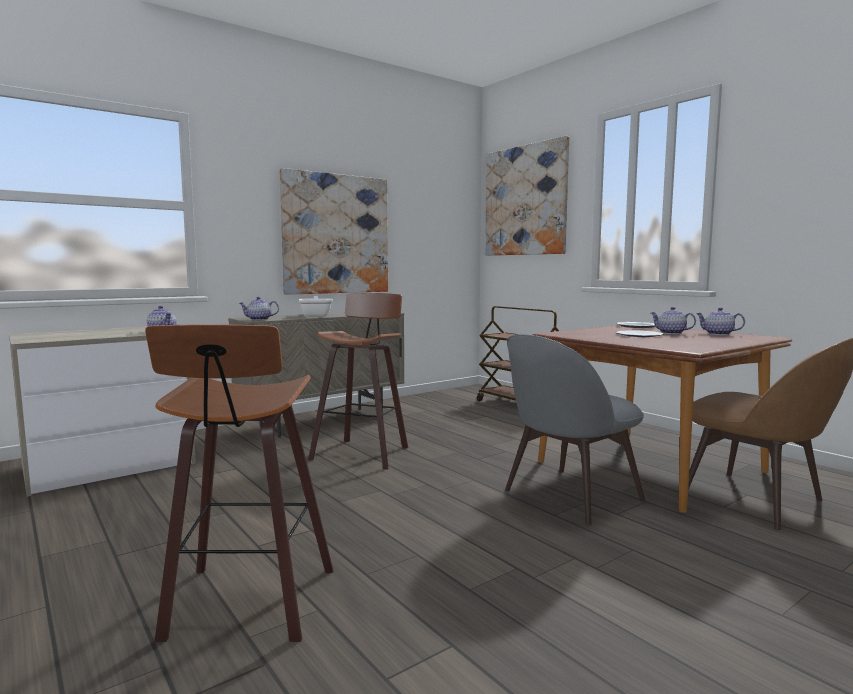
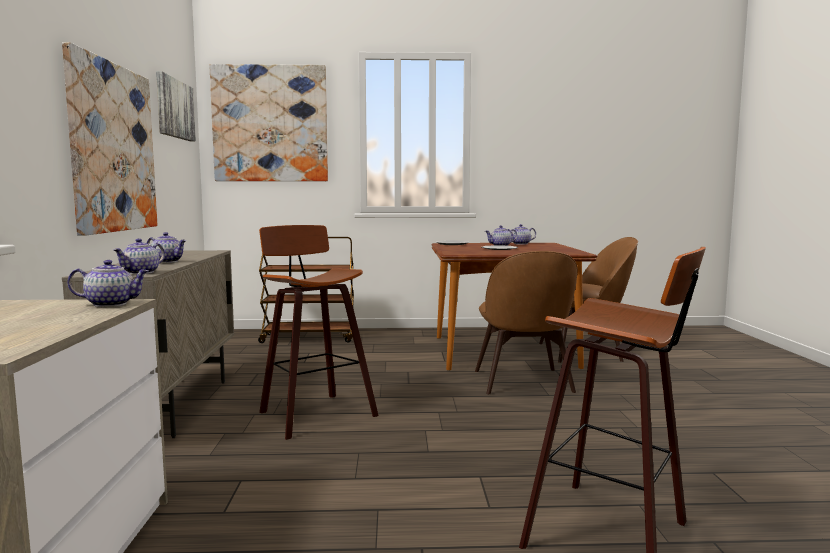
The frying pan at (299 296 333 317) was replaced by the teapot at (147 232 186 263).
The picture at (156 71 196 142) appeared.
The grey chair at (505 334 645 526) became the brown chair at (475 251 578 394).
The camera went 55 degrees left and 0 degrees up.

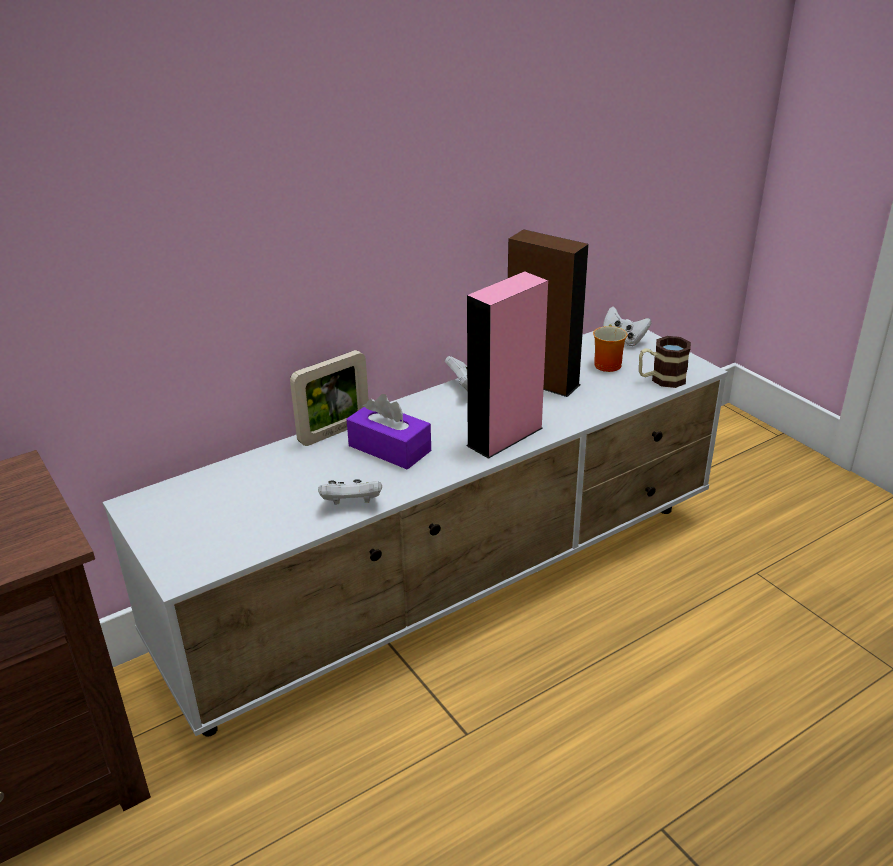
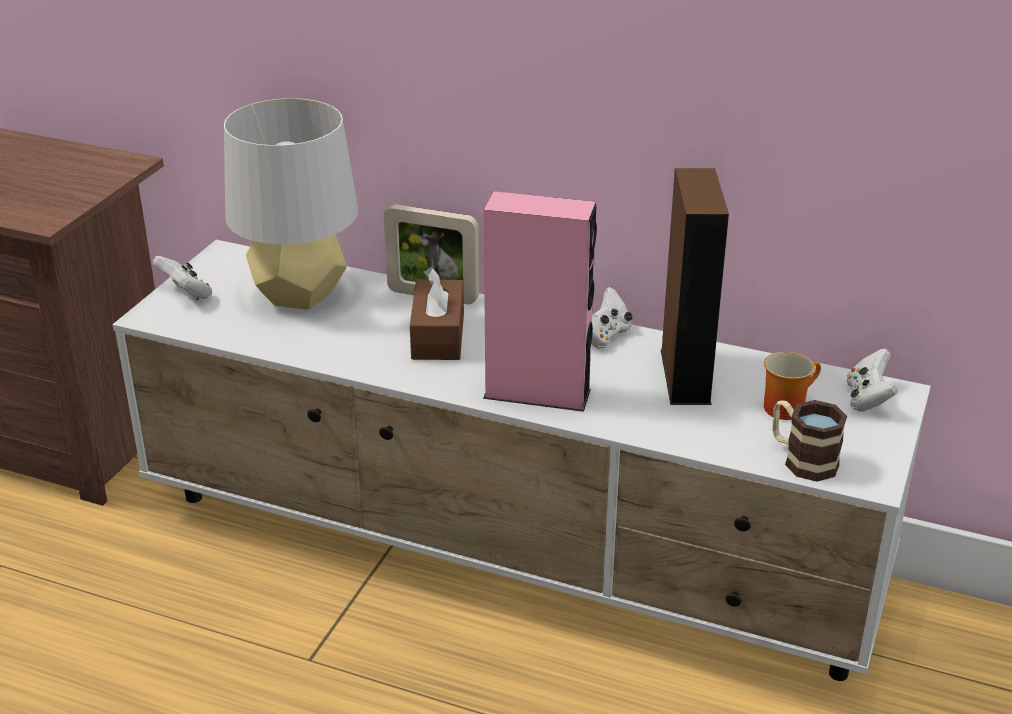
The white game controller moved from (318 479 382 505) to (153 256 212 300).
The grey table lamp at (224 98 358 310) appeared.
The purple tissue box at (346 394 431 470) became the brown tissue box at (410 267 464 360).
The camera went 55 degrees right and 0 degrees up.

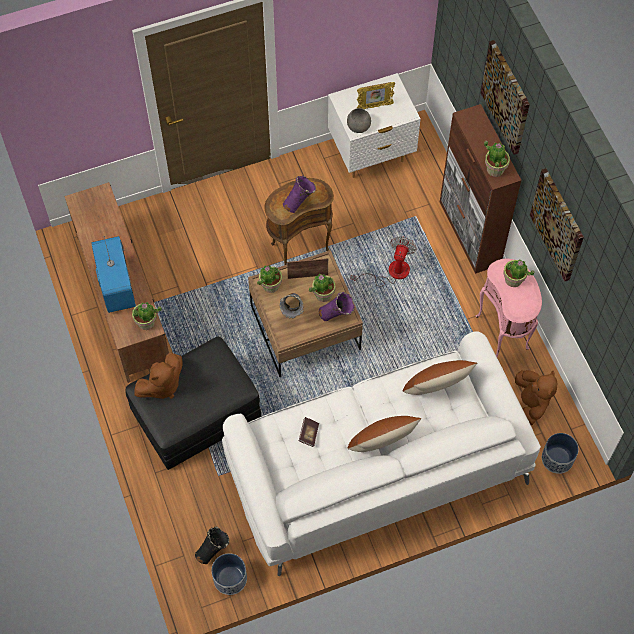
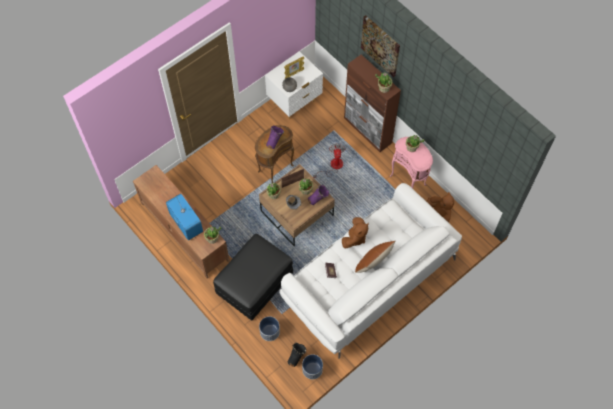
The planter moved from (542 433 579 474) to (259 316 280 341).
The brown plush toy moved from (134 353 183 399) to (342 217 369 248).
The brown pillow at (403 360 477 395) disappeared.
The picture at (530 169 584 281) disappeared.
The camera went 20 degrees left and 0 degrees up.

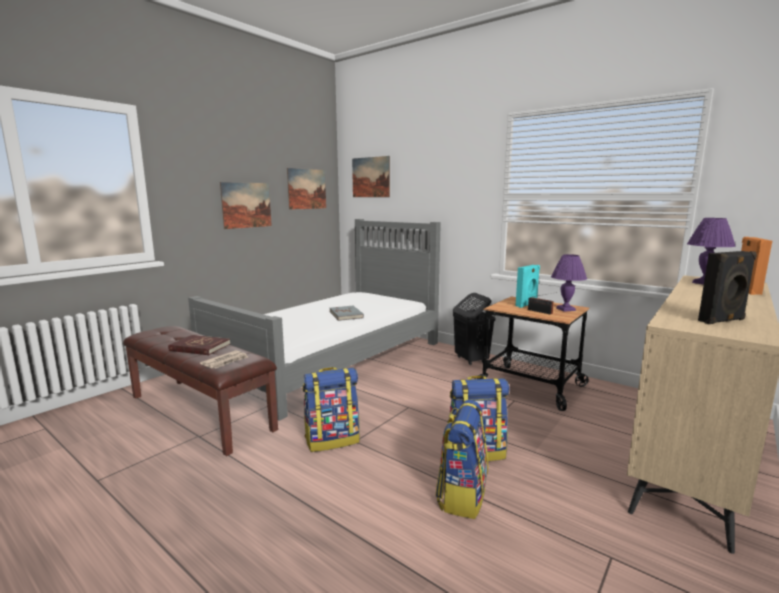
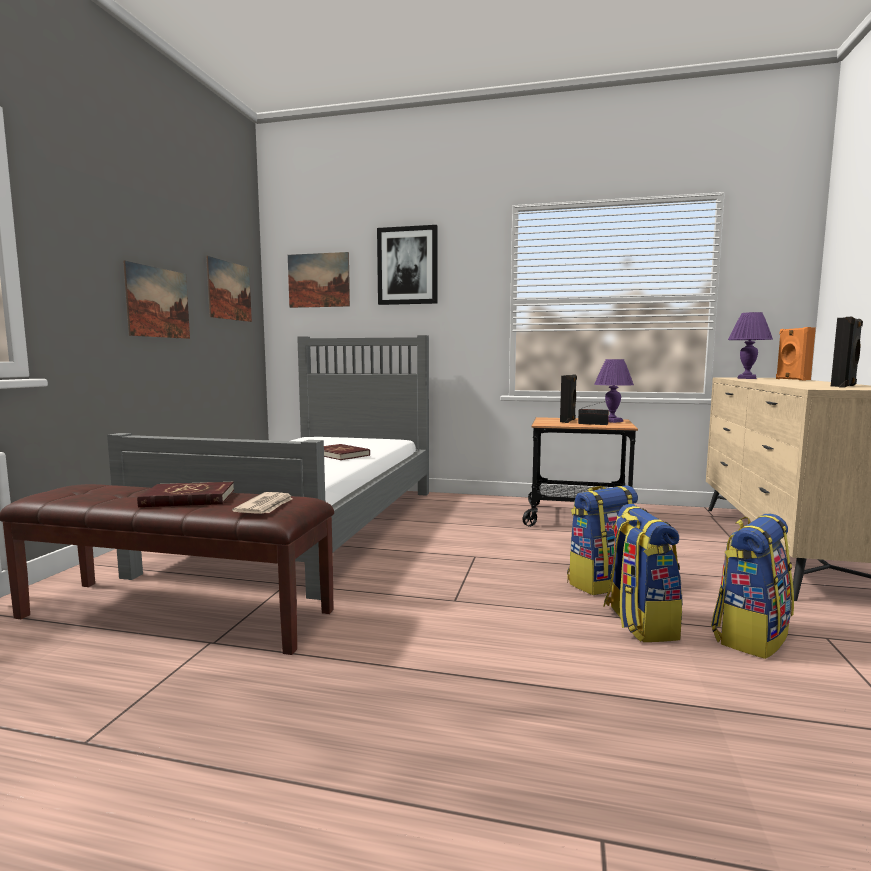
The grey book at (330 306 364 321) became the red book at (324 444 370 460).
The picture at (377 225 438 305) appeared.
The turquoise speaker at (515 265 540 308) became the black speaker at (560 375 577 423).
The backpack moved from (302 367 360 452) to (711 514 794 659).
The black laundry basket at (453 293 496 365) disappeared.
The camera went 25 degrees left and 5 degrees down.

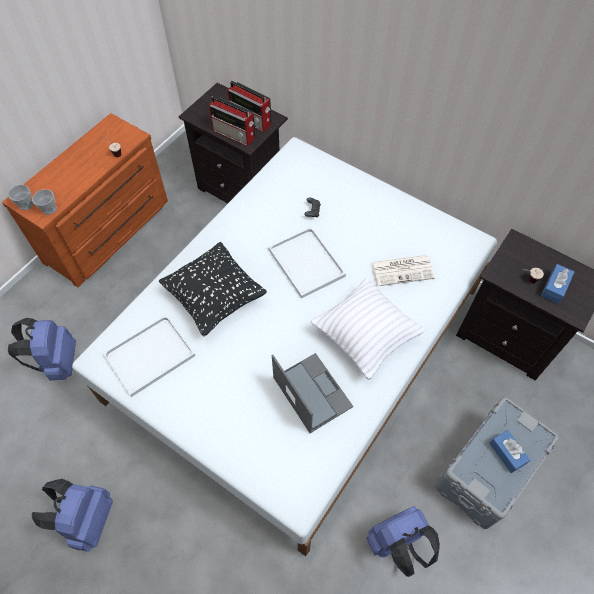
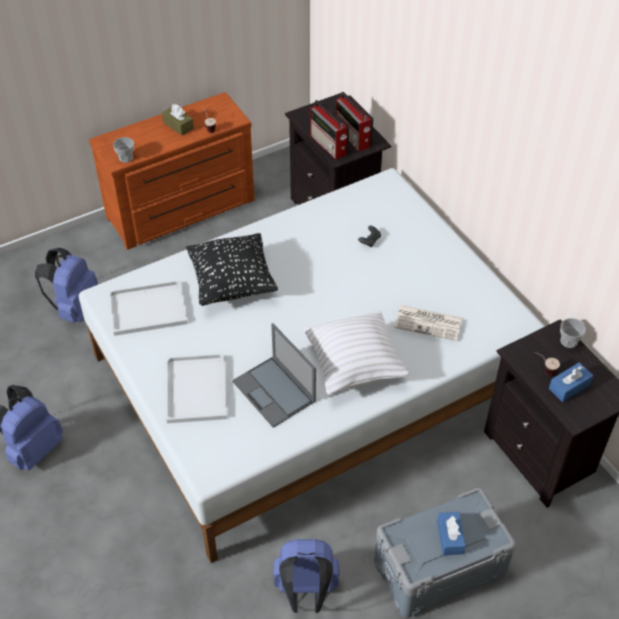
The brown tissue box at (162 104 194 135) appeared.
The white tray moved from (268 227 346 298) to (167 354 227 423).
The laptop at (272 353 353 433) turned 150 degrees clockwise.
The cup moved from (8 185 33 210) to (560 318 586 348).
The camera went 25 degrees right and 10 degrees down.

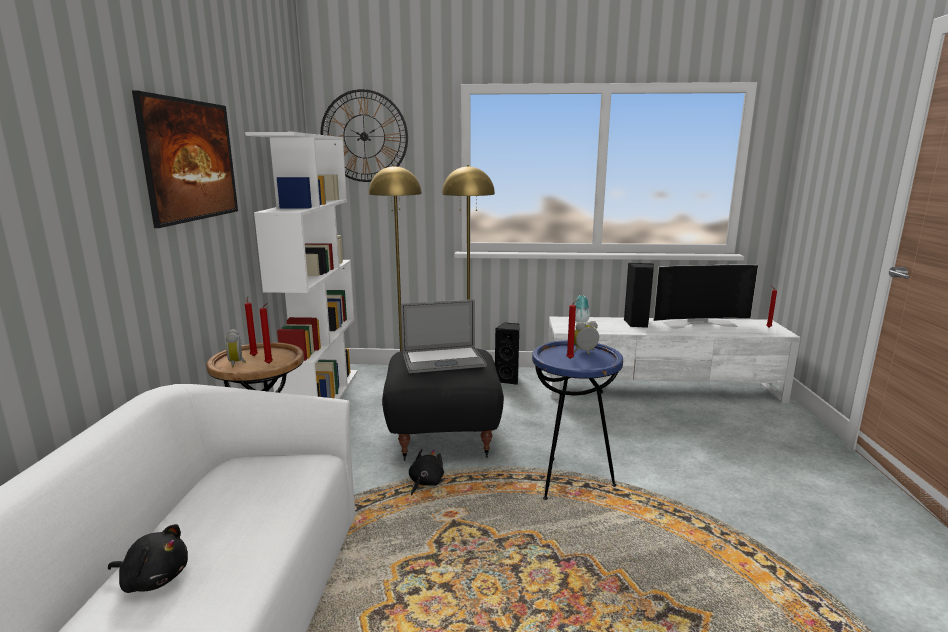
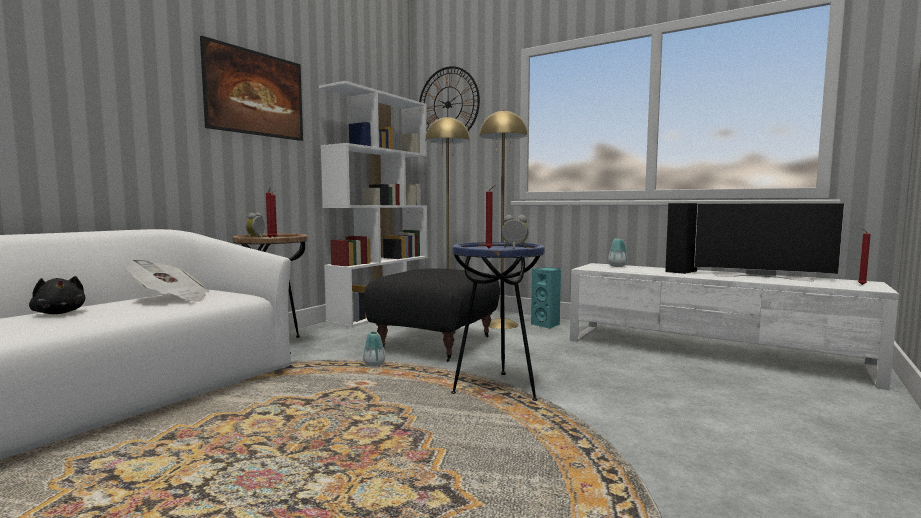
The newspaper at (126 259 209 302) appeared.
The black plush toy at (409 449 444 496) was replaced by the vase at (363 331 385 367).
The black speaker at (495 322 520 385) became the turquoise speaker at (531 267 561 329).
The laptop at (401 299 487 373) disappeared.
The camera went 30 degrees right and 10 degrees down.

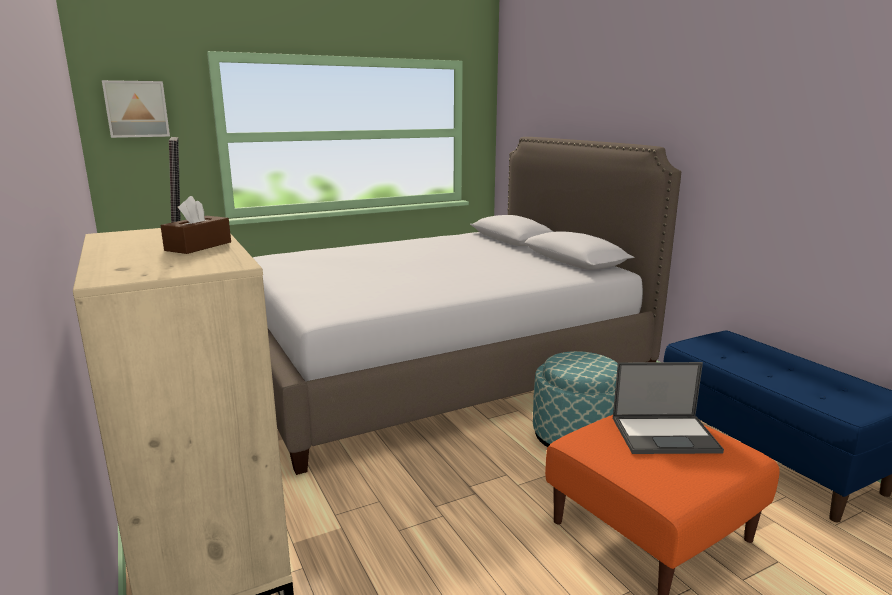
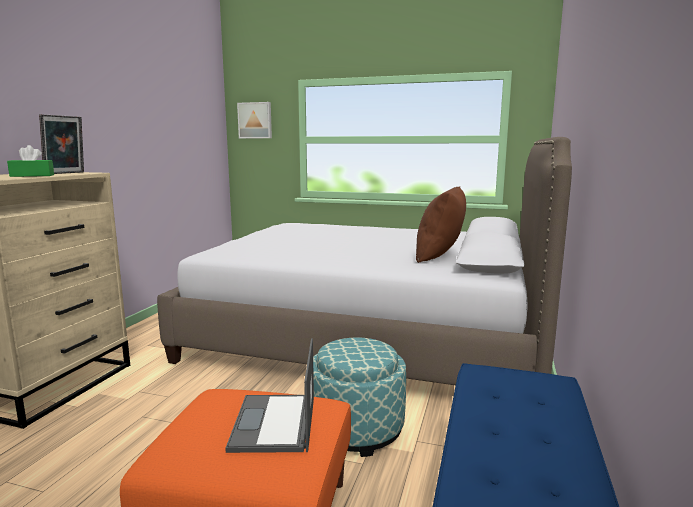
The brown tissue box at (161 196 231 254) became the green tissue box at (7 145 54 177).
The laptop at (613 362 724 454) turned 45 degrees clockwise.
The brown pillow at (416 186 466 263) appeared.
The camera went 45 degrees right and 5 degrees down.

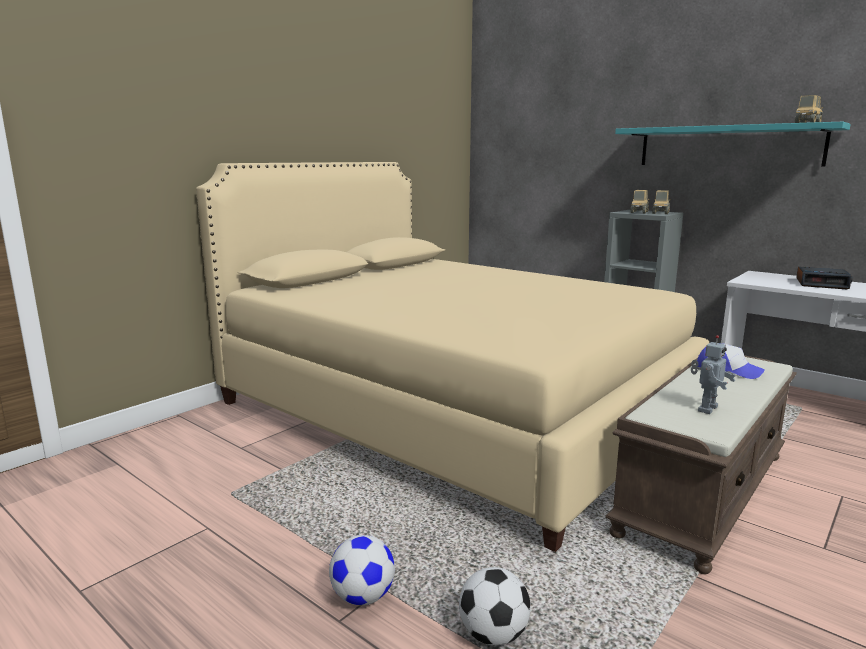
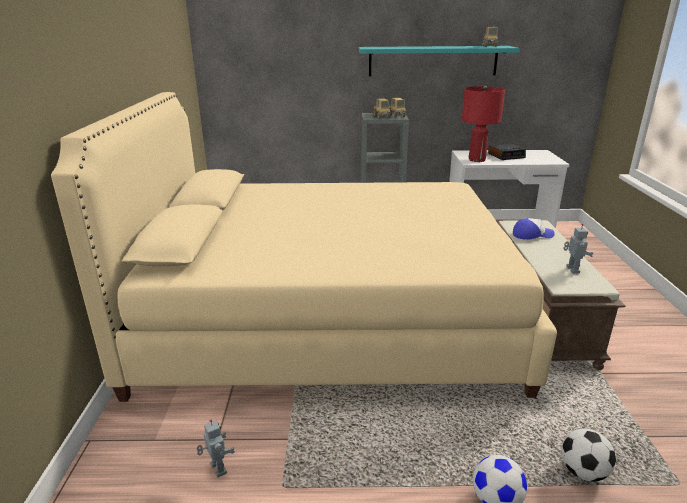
The toy robot at (196 419 235 478) appeared.
The red table lamp at (462 86 505 162) appeared.
The camera went 40 degrees left and 10 degrees up.

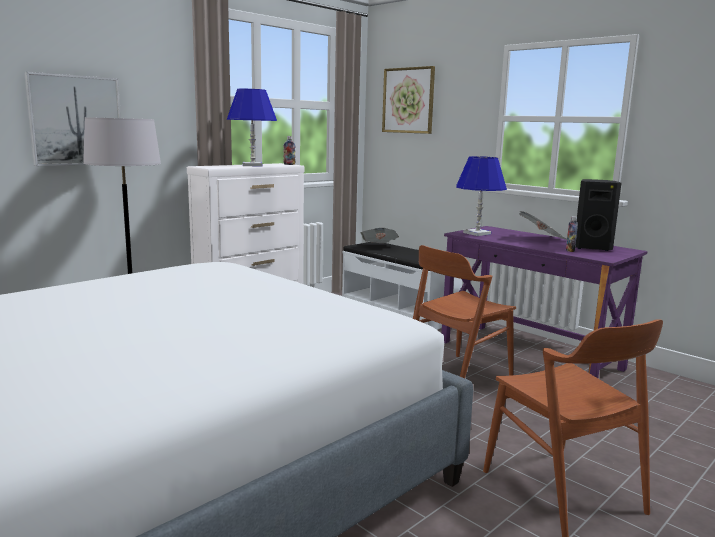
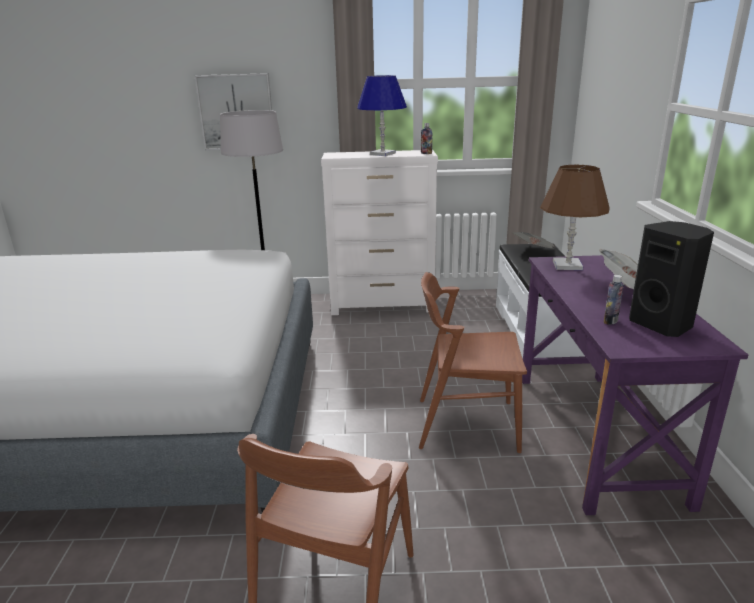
The blue table lamp at (456 156 507 236) became the brown table lamp at (540 164 609 270).
The picture at (382 66 435 134) disappeared.
The camera went 45 degrees right and 10 degrees up.

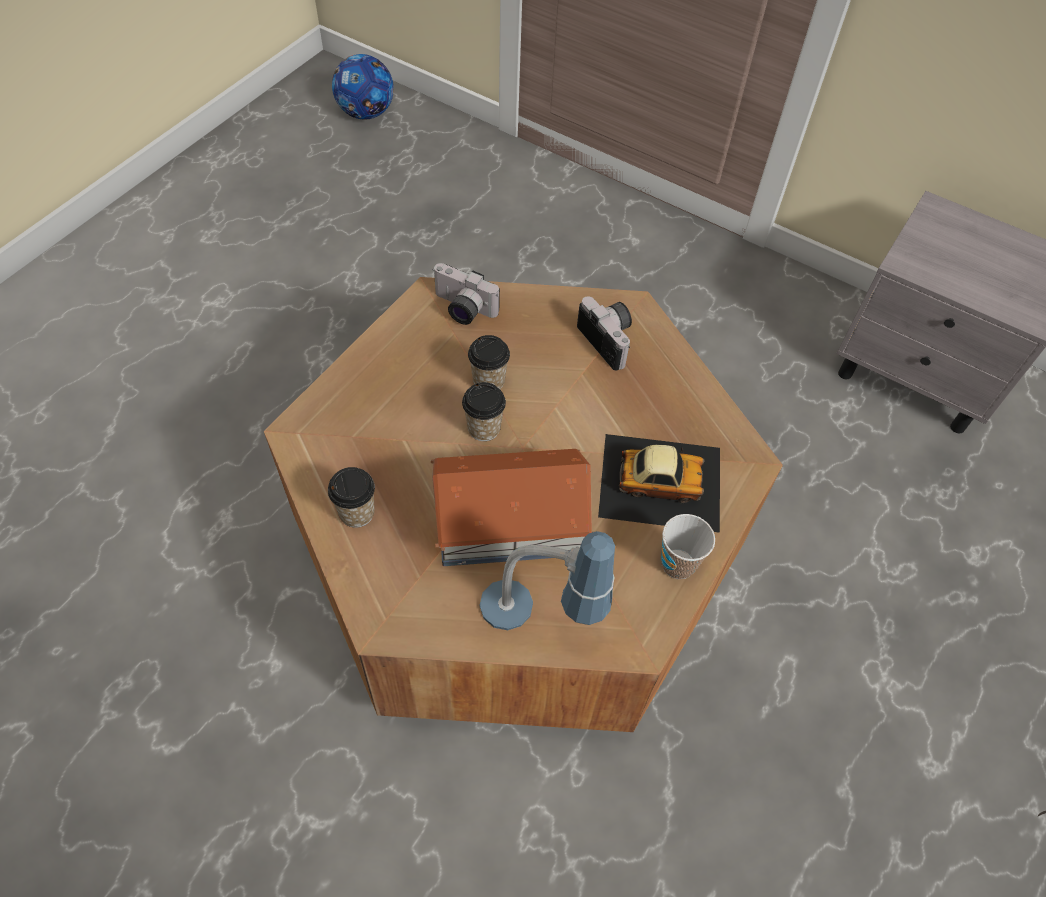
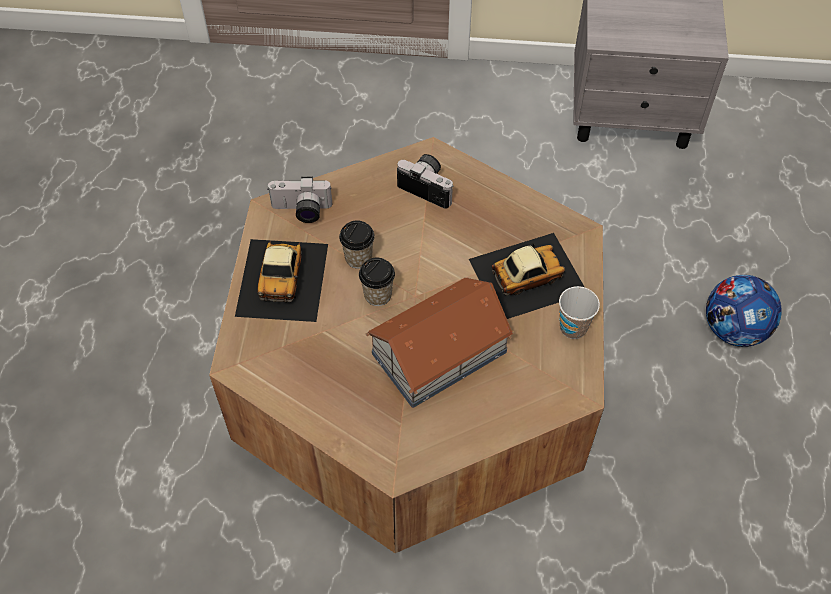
The toy car at (235 239 328 322) appeared.
The football moved from (332 54 394 120) to (706 275 782 347).
The cup at (328 467 375 528) disappeared.
The table lamp at (480 531 615 630) disappeared.
The camera went 25 degrees left and 0 degrees up.

